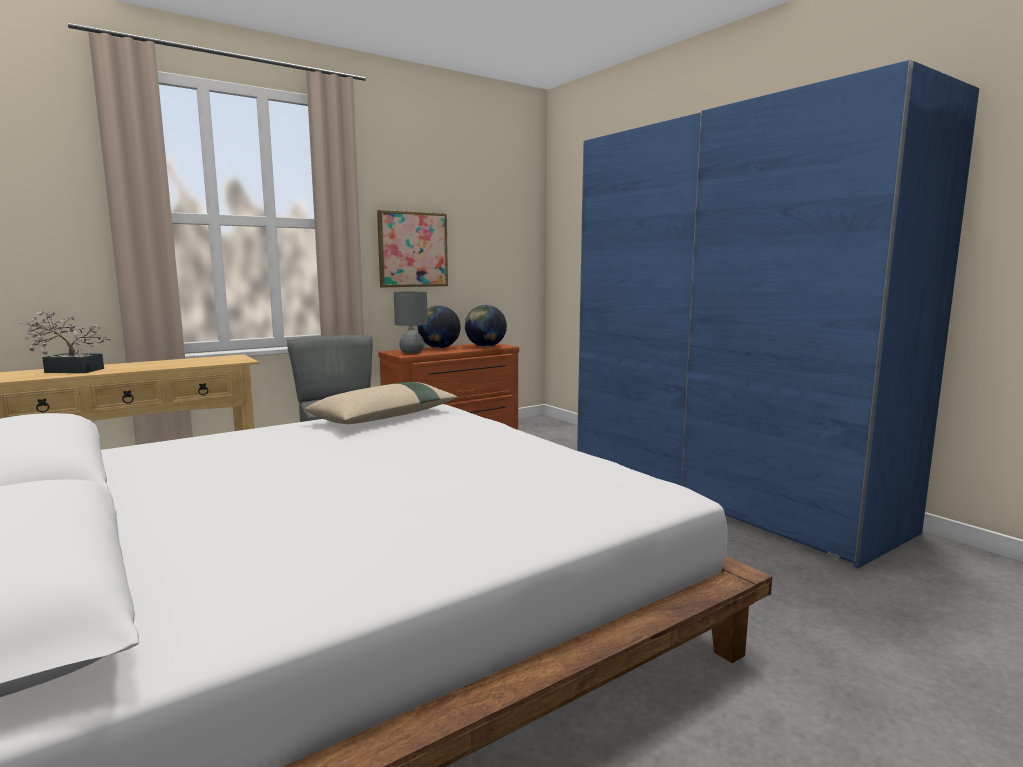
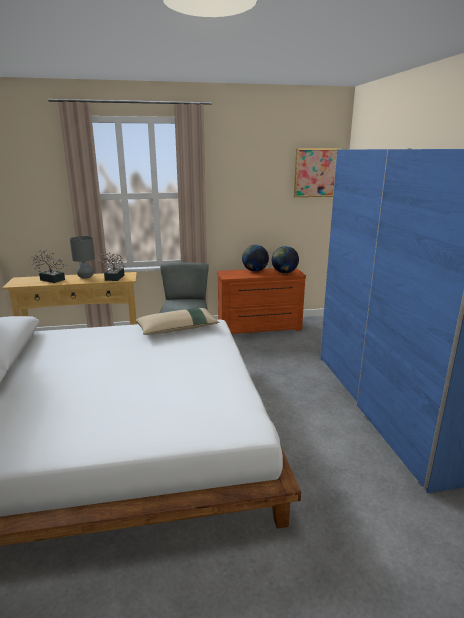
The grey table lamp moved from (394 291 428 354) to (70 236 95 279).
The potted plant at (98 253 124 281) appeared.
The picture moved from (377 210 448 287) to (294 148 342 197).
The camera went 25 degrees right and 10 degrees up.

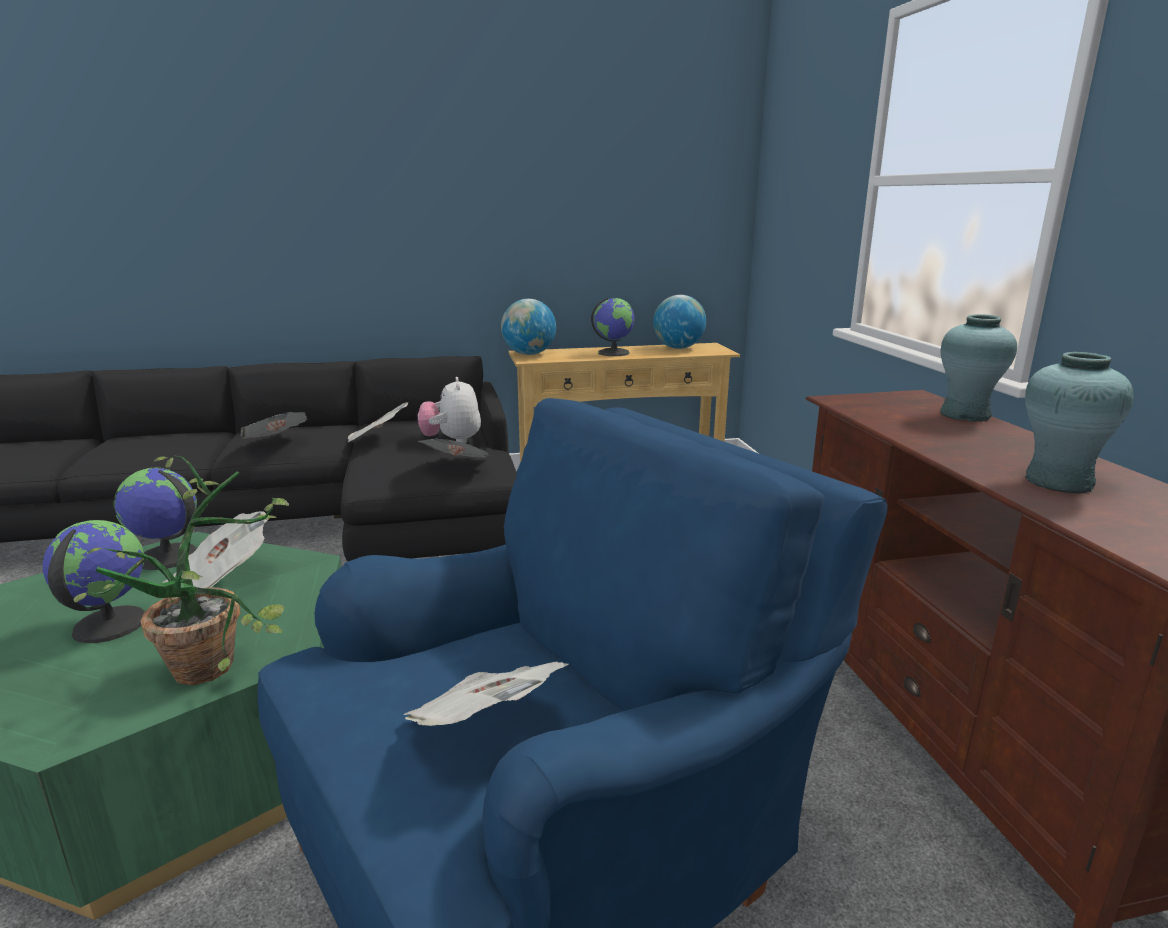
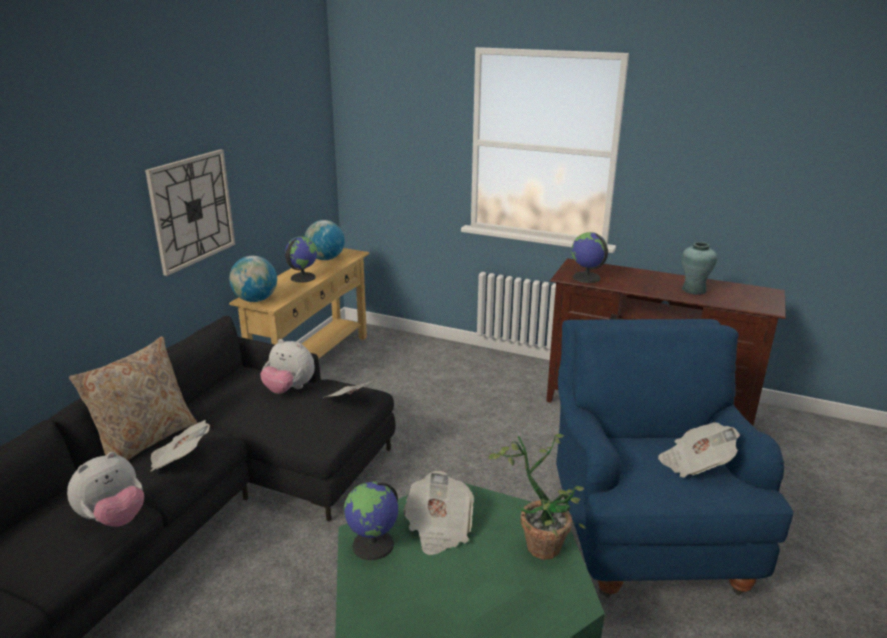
The plush toy at (67 452 144 527) appeared.
The beige pillow at (69 336 197 460) appeared.
The wall clock at (145 150 235 276) appeared.
The globe moved from (41 520 145 643) to (572 232 608 283).
The newspaper at (348 402 408 442) disappeared.
The turquoise vase at (940 314 1017 422) disappeared.
The camera went 55 degrees left and 5 degrees up.

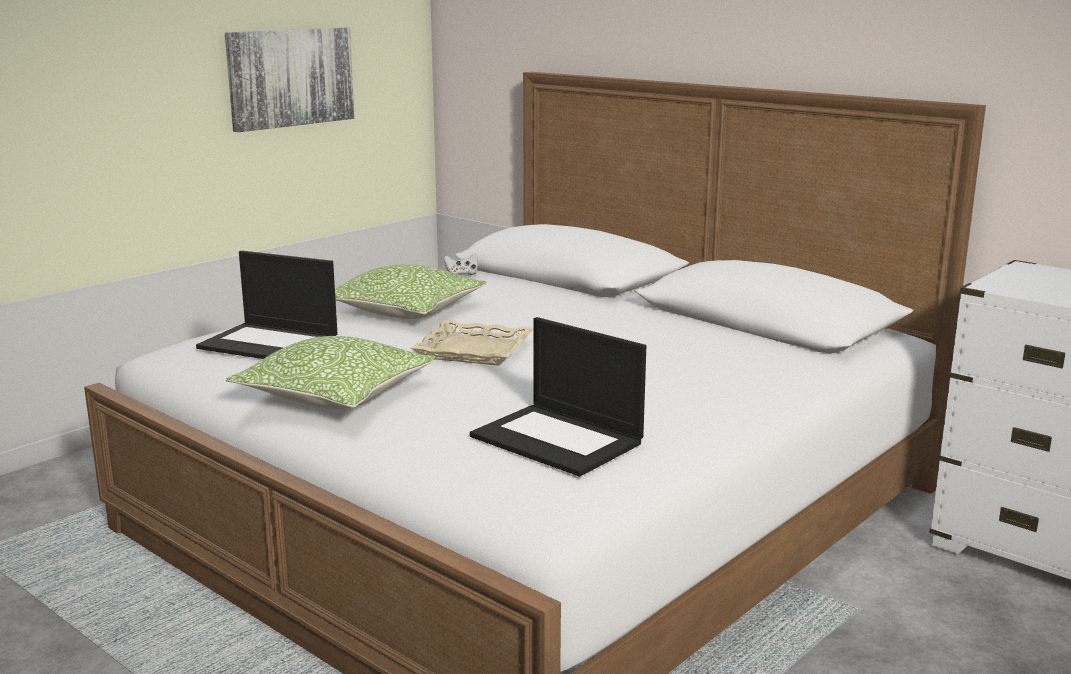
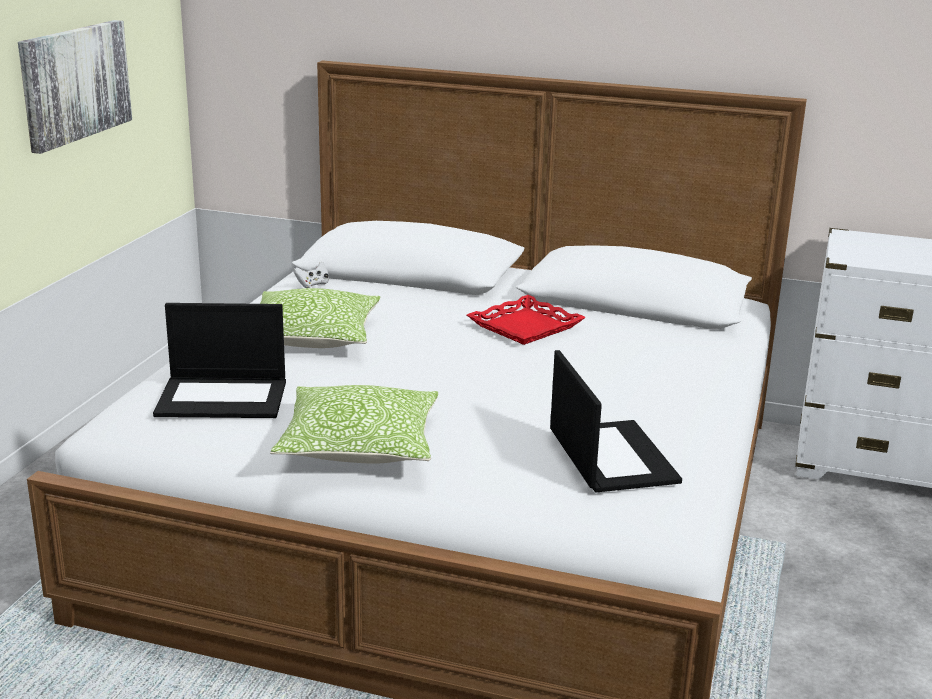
The red tray at (467 295 586 345) appeared.
The laptop at (470 317 646 476) turned 120 degrees counterclockwise.
The beige tray at (411 320 534 366) disappeared.
The camera went 25 degrees left and 5 degrees up.

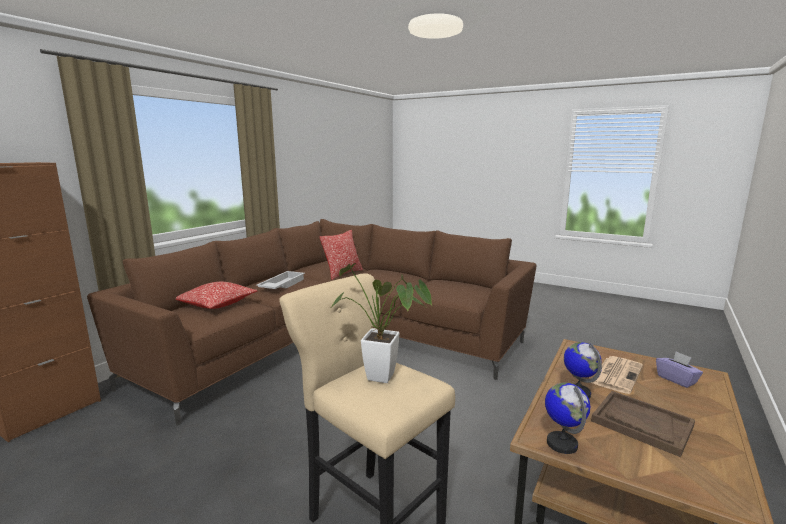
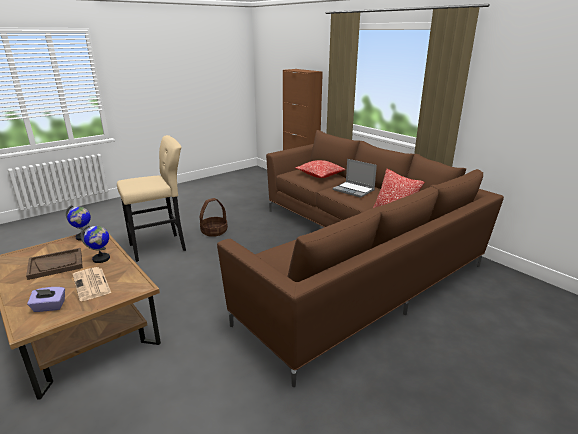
The basket at (200 198 228 237) appeared.
The white tray at (256 271 305 289) was replaced by the laptop at (333 159 377 198).
The potted plant at (332 263 432 383) disappeared.
The camera went 110 degrees right and 10 degrees up.

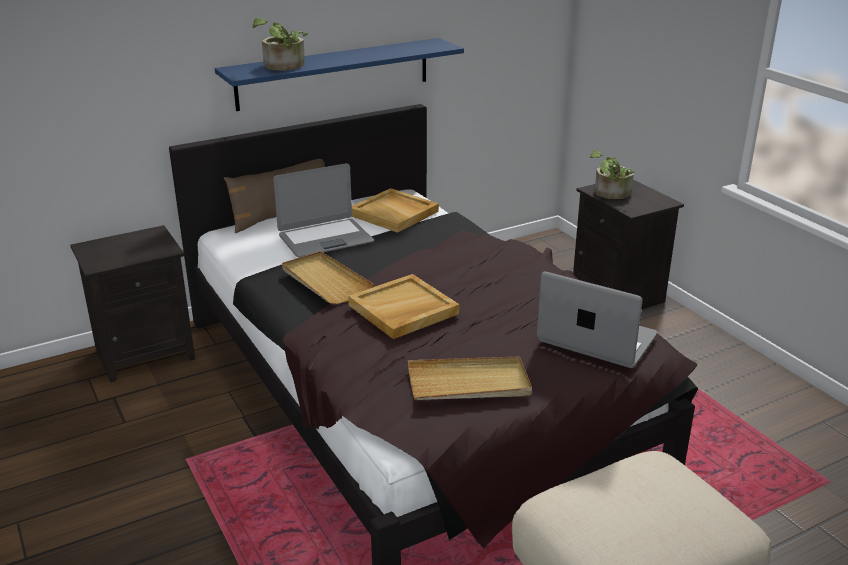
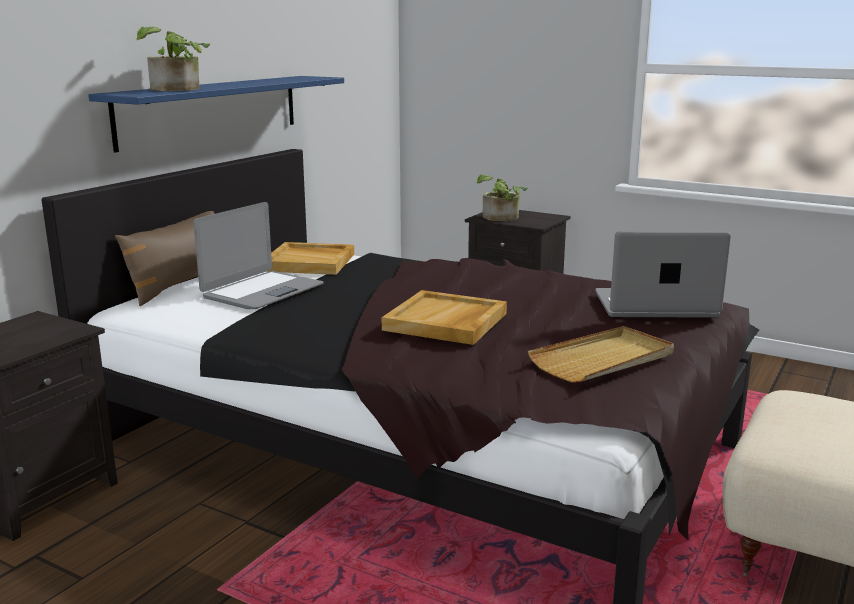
The beige tray at (282 251 374 304) disappeared.
The camera went 30 degrees left and 10 degrees down.

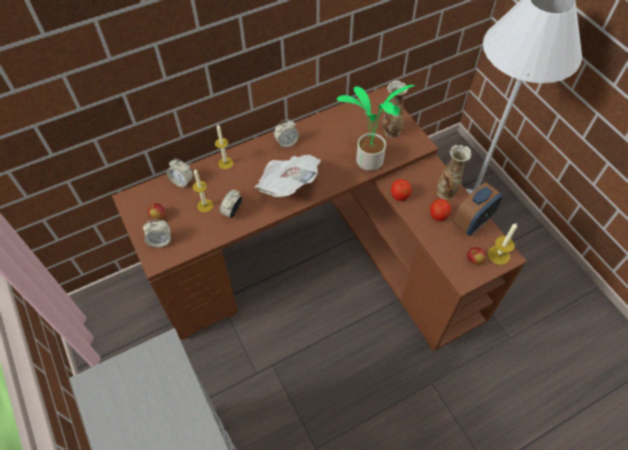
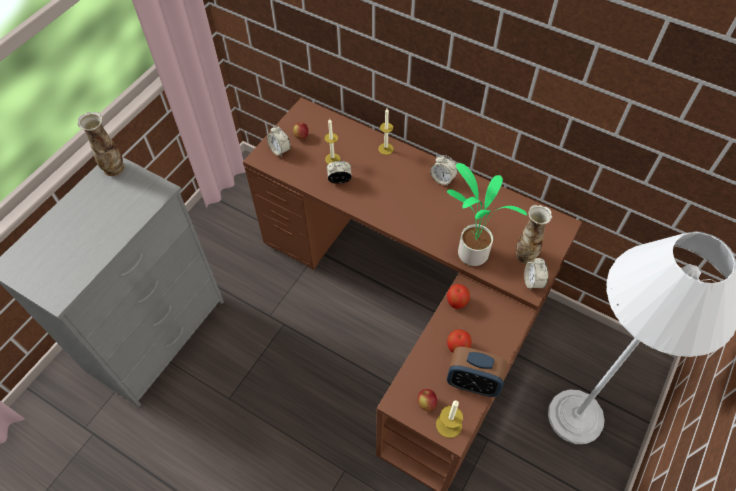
The vase moved from (437 145 472 200) to (77 112 124 176).
The alarm clock moved from (167 158 194 187) to (524 258 548 290).
The newspaper at (254 154 321 197) disappeared.
The camera went 60 degrees right and 0 degrees up.

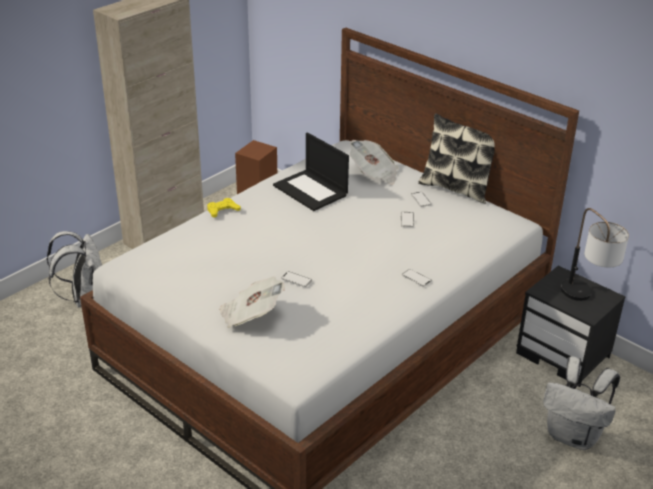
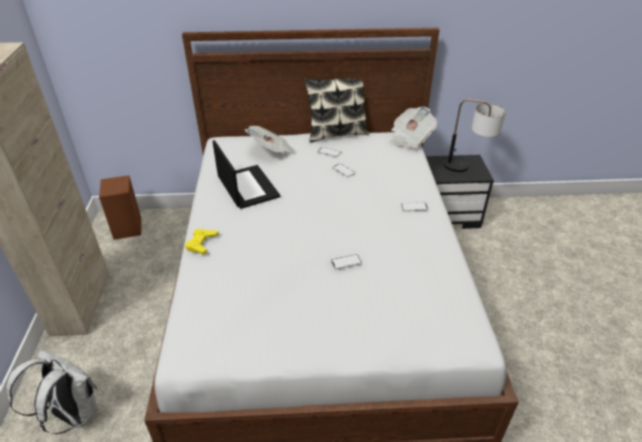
The laptop at (273 133 349 211) turned 120 degrees counterclockwise.
The newspaper moved from (219 276 285 328) to (389 107 437 149).
The white backpack at (543 356 620 450) disappeared.
The camera went 45 degrees left and 5 degrees up.

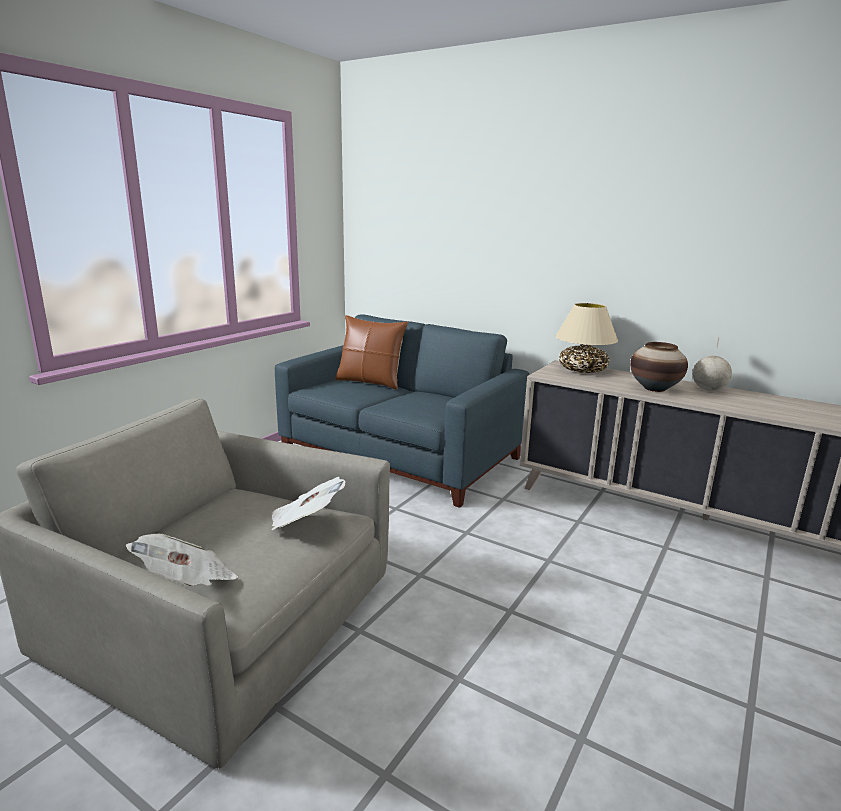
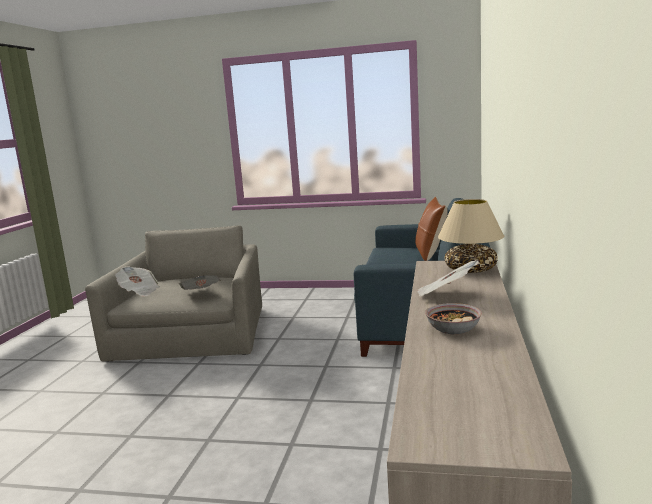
The vase at (630 342 688 392) was replaced by the newspaper at (417 260 479 297).
The bowl at (425 303 482 334) appeared.
The globe at (693 336 732 391) disappeared.
The camera went 70 degrees right and 5 degrees down.

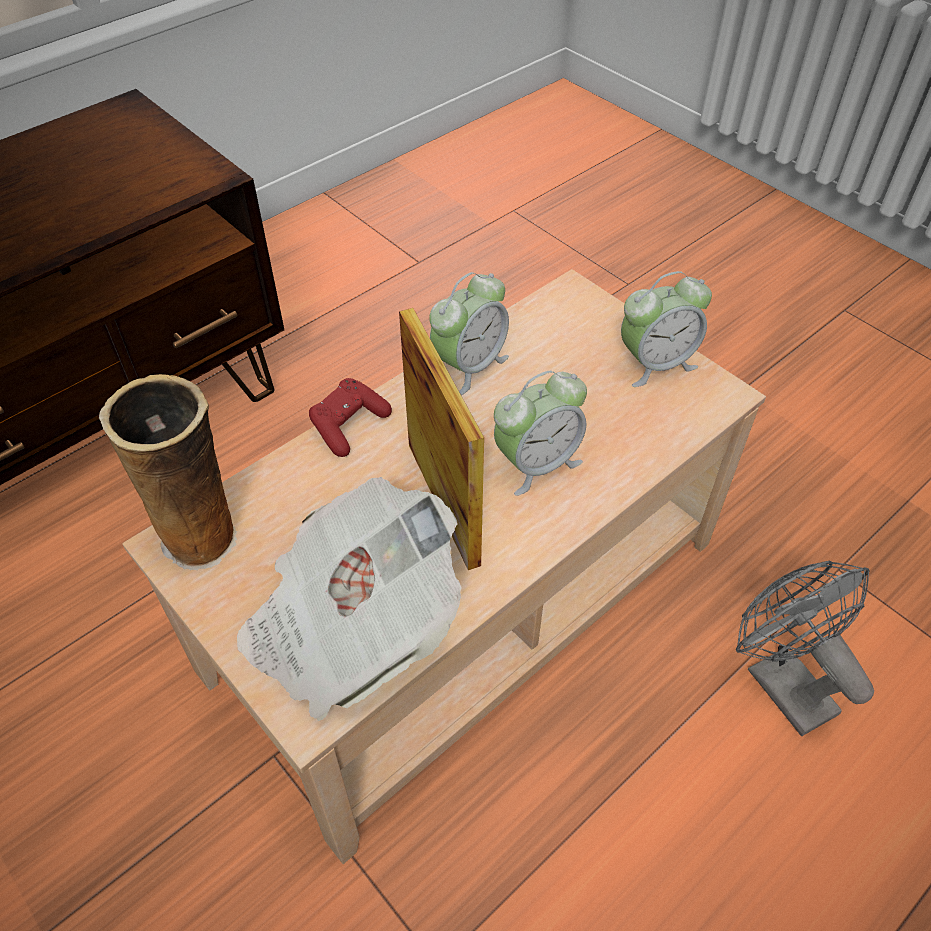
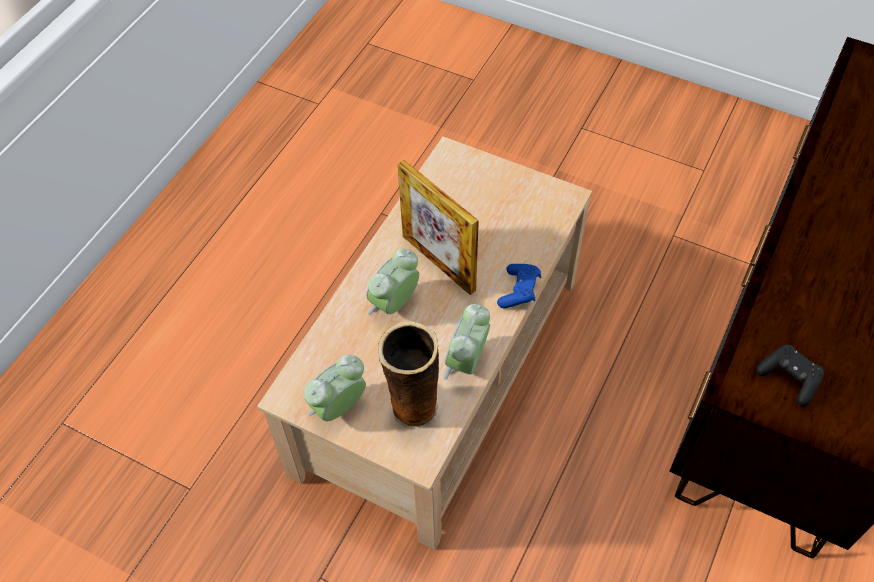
The vase moved from (99 374 237 570) to (378 321 439 429).
The red game controller at (309 378 392 457) became the blue game controller at (497 264 541 308).
The black game controller at (756 344 824 407) appeared.
The newspaper at (237 477 462 721) disappeared.
The grey fan at (735 561 874 736) disappeared.
The camera went 160 degrees right and 5 degrees up.

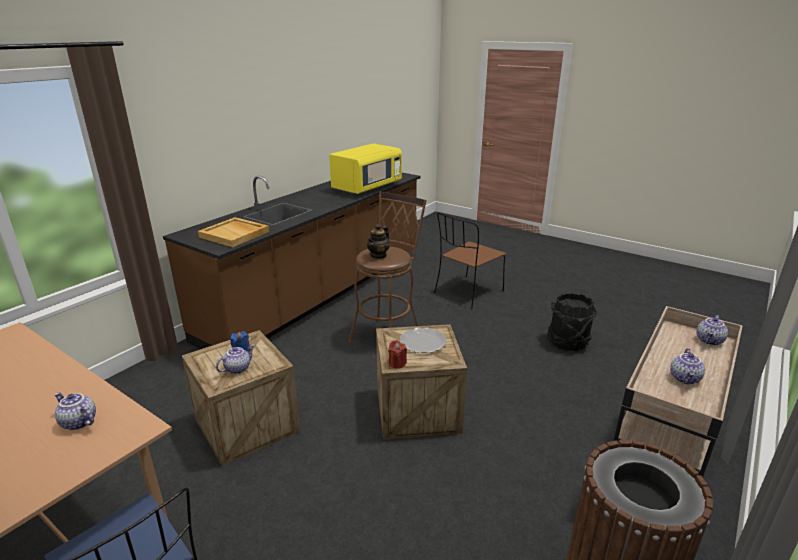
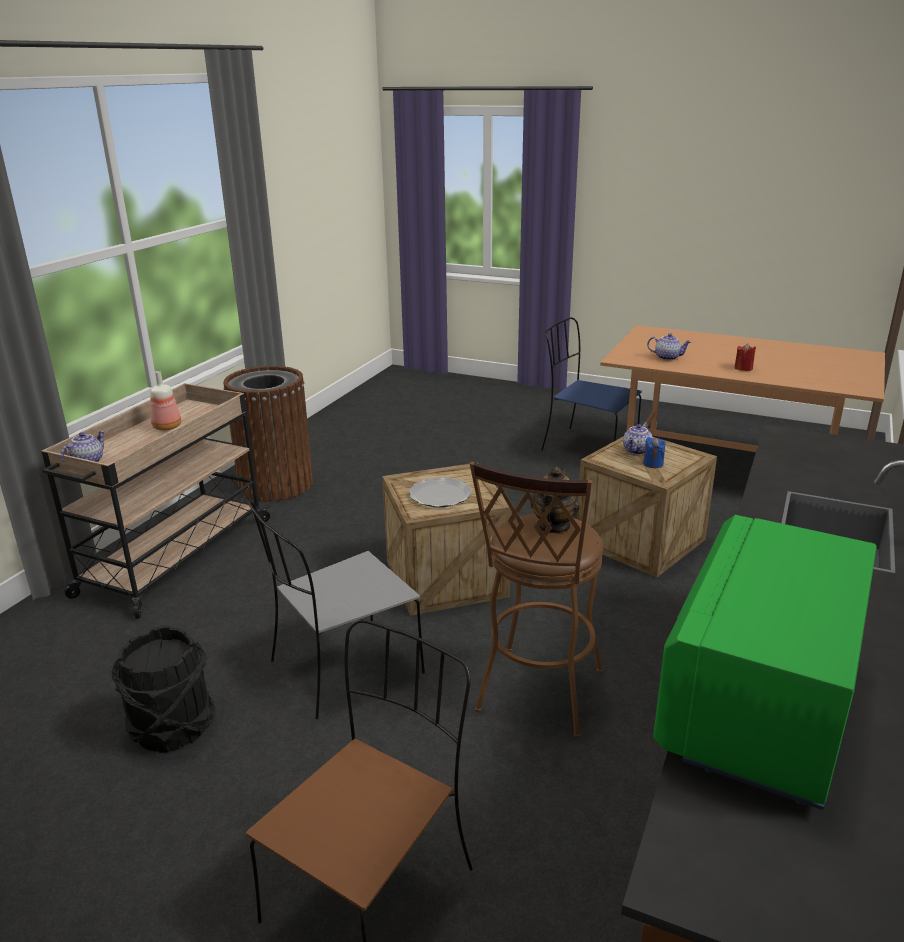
The teapot at (670 348 705 385) was replaced by the bottle at (150 371 181 431).
The grey chair at (248 500 425 719) appeared.
The yellow microwave at (329 144 402 195) became the green microwave at (653 515 877 810).
The red candle moved from (388 340 407 369) to (735 343 756 371).
The beige tray at (198 217 269 247) disappeared.
The camera went 170 degrees right and 0 degrees up.

